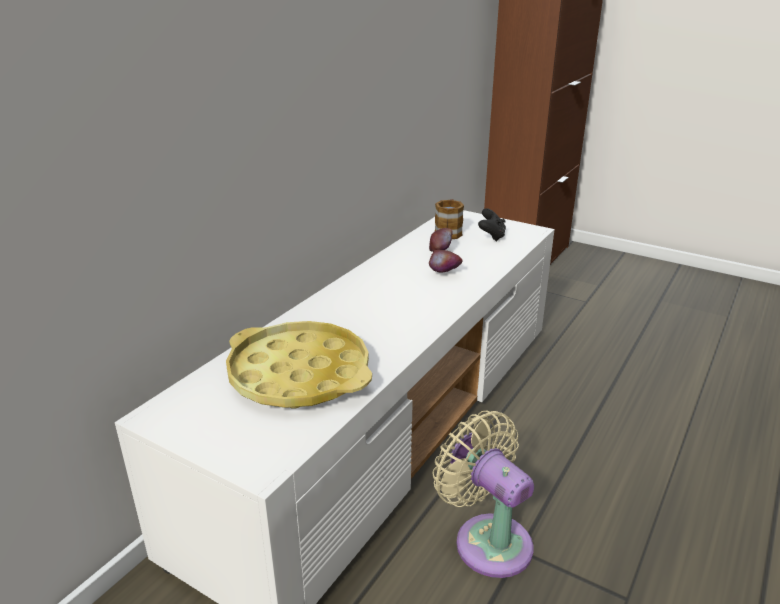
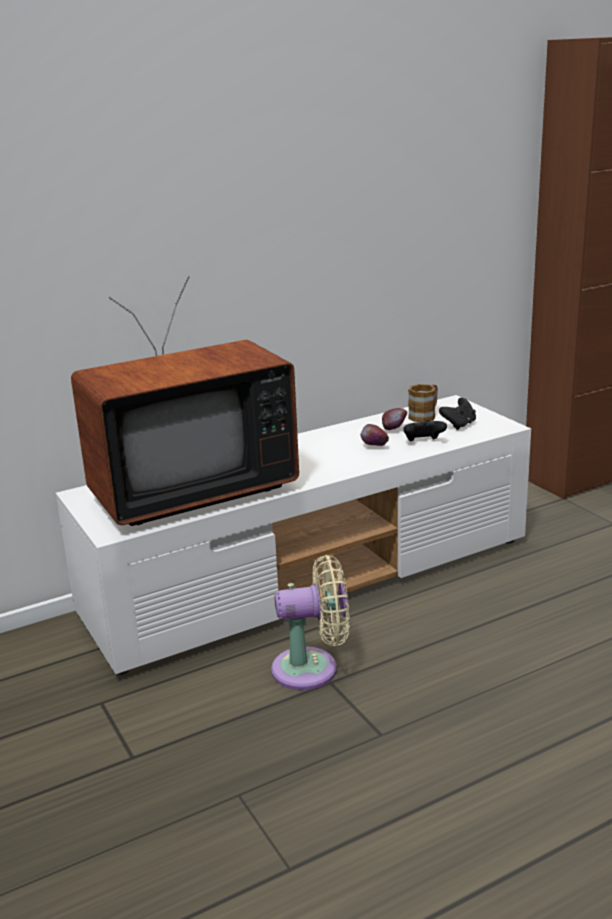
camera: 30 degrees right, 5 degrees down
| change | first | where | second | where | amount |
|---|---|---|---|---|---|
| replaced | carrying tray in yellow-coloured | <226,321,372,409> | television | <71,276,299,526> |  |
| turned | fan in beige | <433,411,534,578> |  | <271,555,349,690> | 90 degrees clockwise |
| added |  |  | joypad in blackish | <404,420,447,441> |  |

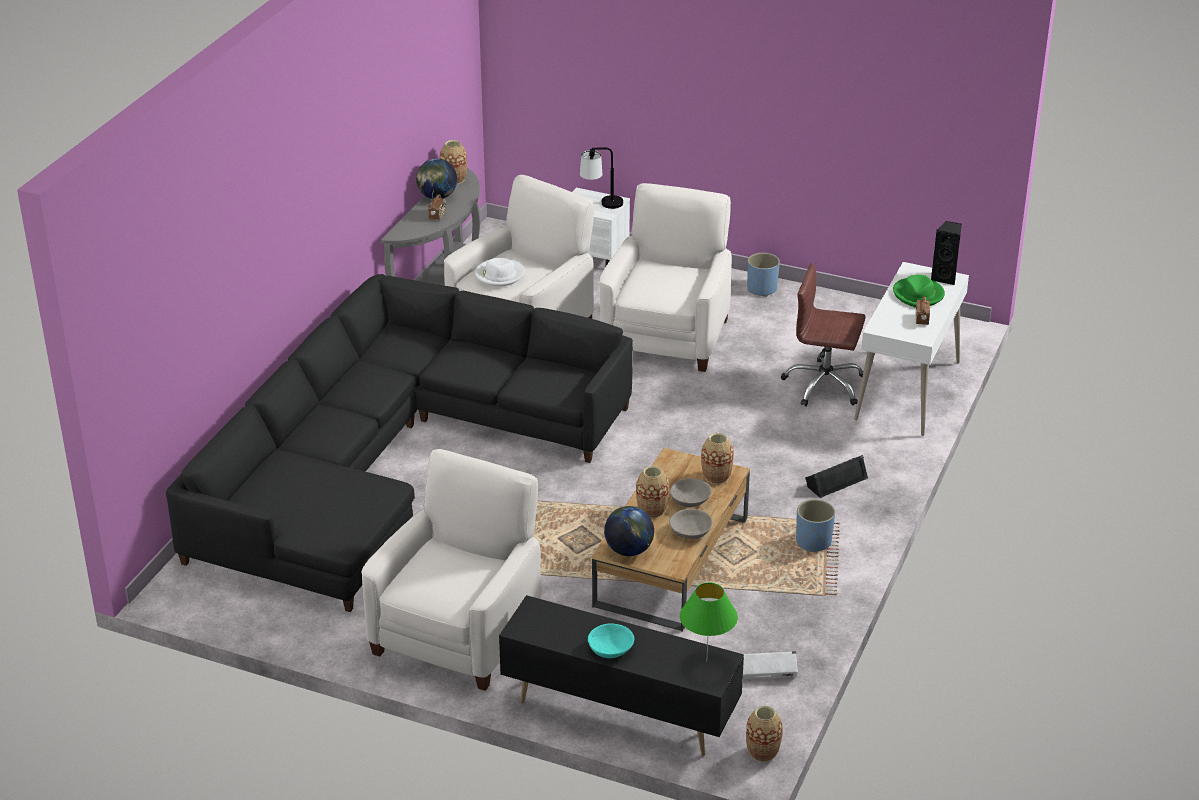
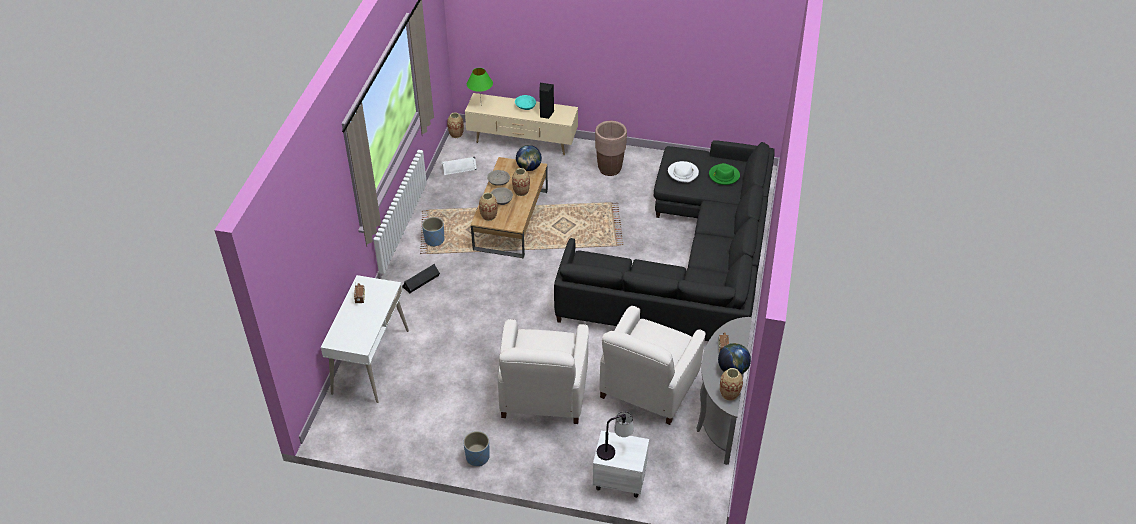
camera: 170 degrees right, 10 degrees up
| change | first | where | second | where | amount |
|---|---|---|---|---|---|
| recoloured | media console in blackish | <499,595,744,756> | media console in beige | <465,93,578,155> |  |
| moved | audio speaker in blackish | <931,221,962,285> |  | <539,83,554,119> |  |
| replaced | easy chair in whitish | <361,449,542,691> | plant pot in brownish | <595,121,627,176> |  |
| moved | wearable hat in whitish | <475,257,525,287> |  | <668,161,699,183> |  |
| moved | wearable hat in green | <893,275,945,308> |  | <709,163,740,185> |  |
| removed | desk chair in brownish | <781,263,866,406> |  |  |  |

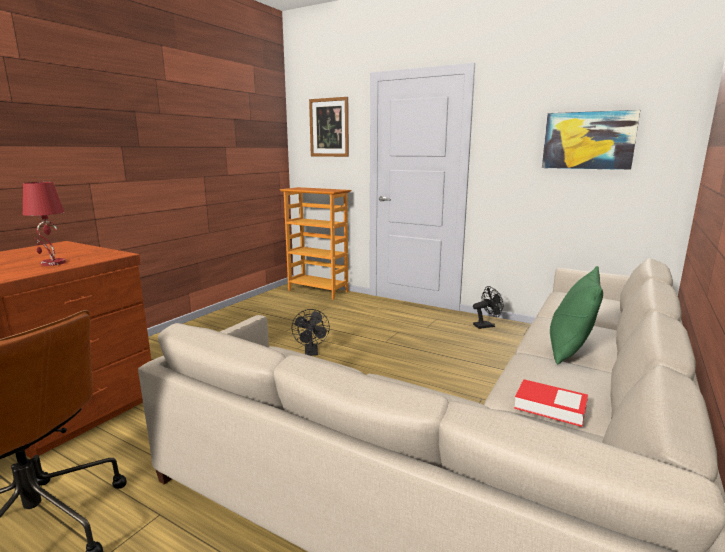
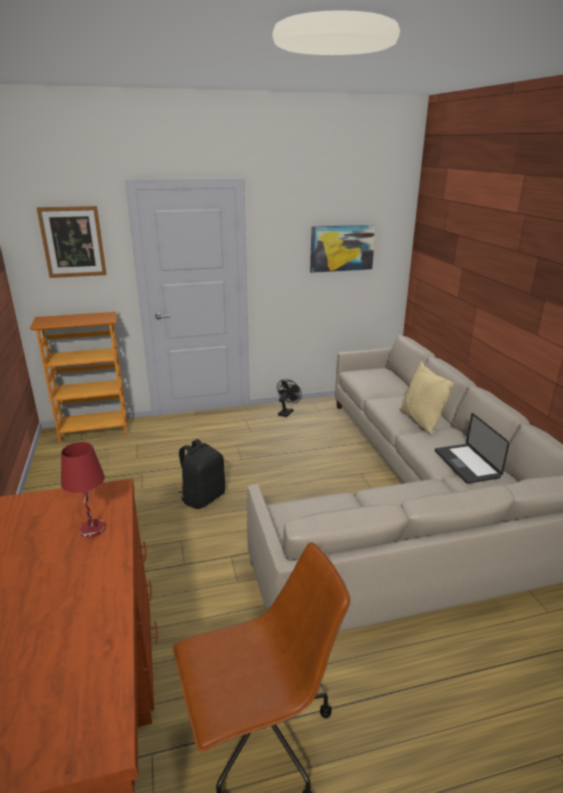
camera: 45 degrees left, 10 degrees up
| change | first | where | second | where | amount |
|---|---|---|---|---|---|
| replaced | fan in blackish | <292,309,330,356> | rucksack in blackish | <179,439,225,509> |  |
| recoloured | pillow in green | <550,266,603,365> | pillow in beige | <399,361,455,435> |  |
| replaced | volume | <514,379,588,427> | laptop | <435,413,510,484> |  |

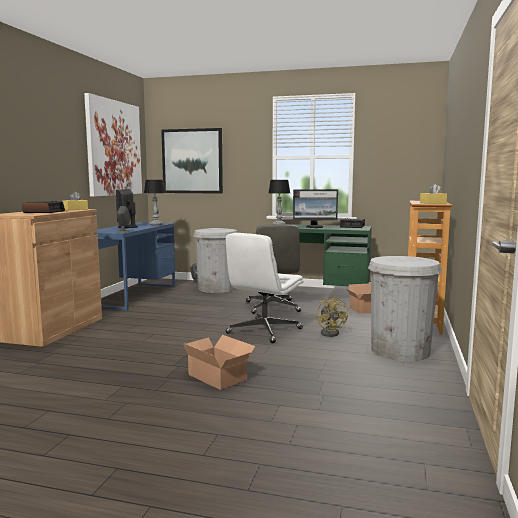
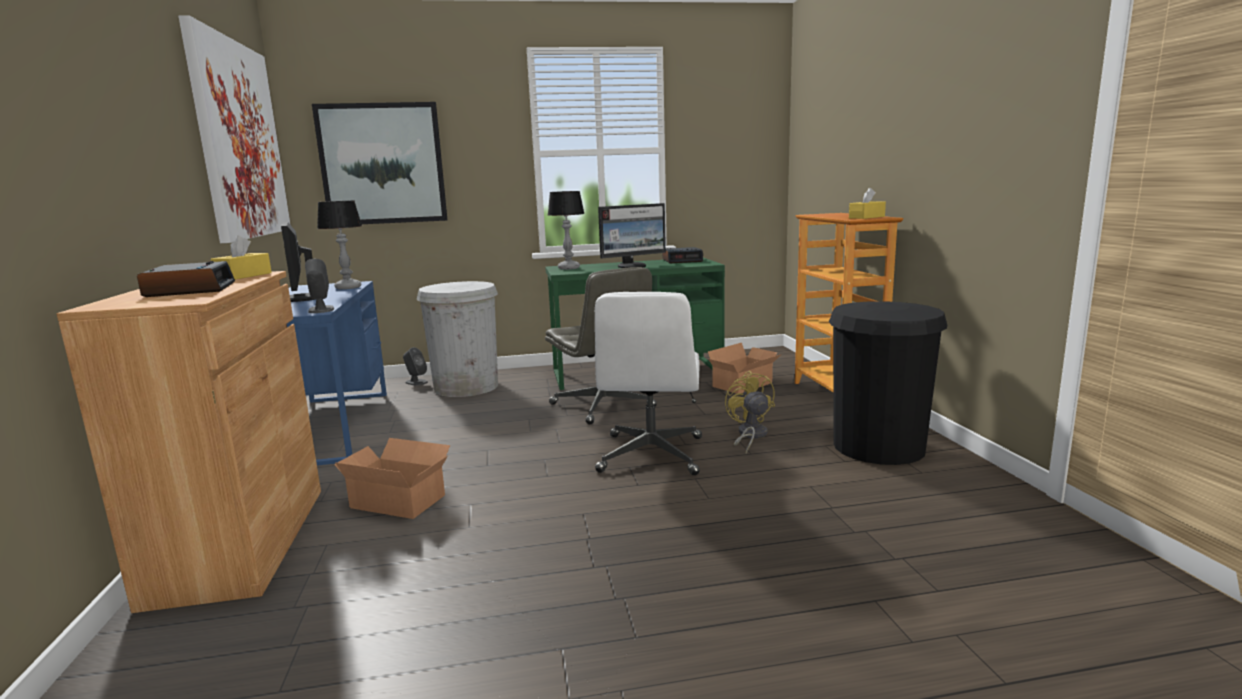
camera: 25 degrees left, 5 degrees up
| change | first | where | second | where | amount |
|---|---|---|---|---|---|
| moved | cardboard box | <183,335,255,390> |  | <334,438,450,519> |  |
| turned | fan in yellow-coloured | <316,296,348,337> |  | <725,371,775,453> | 150 degrees counterclockwise |
| recoloured | rubbish bin in whitish | <368,256,442,361> | rubbish bin in blackish | <829,301,947,465> |  |

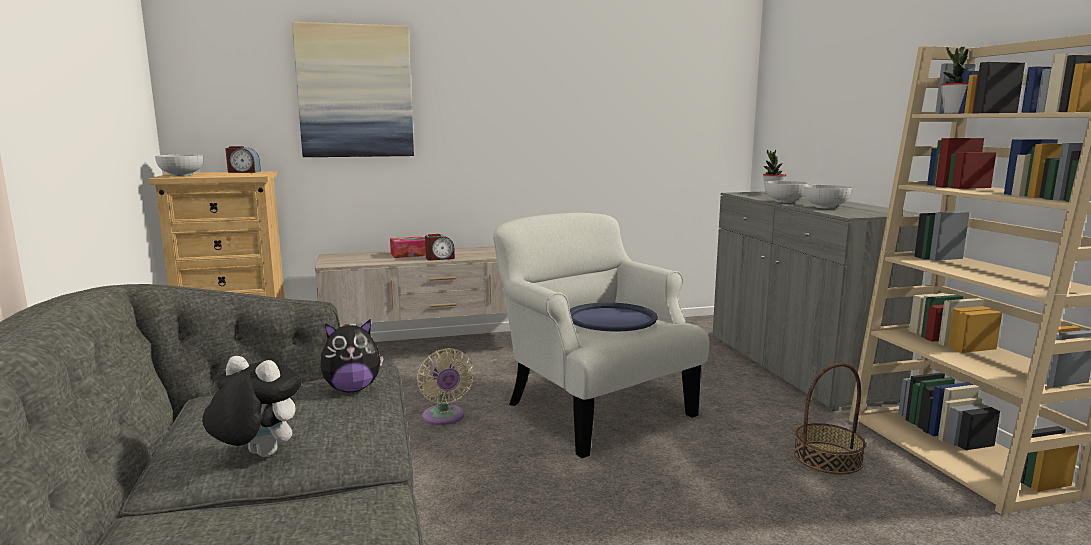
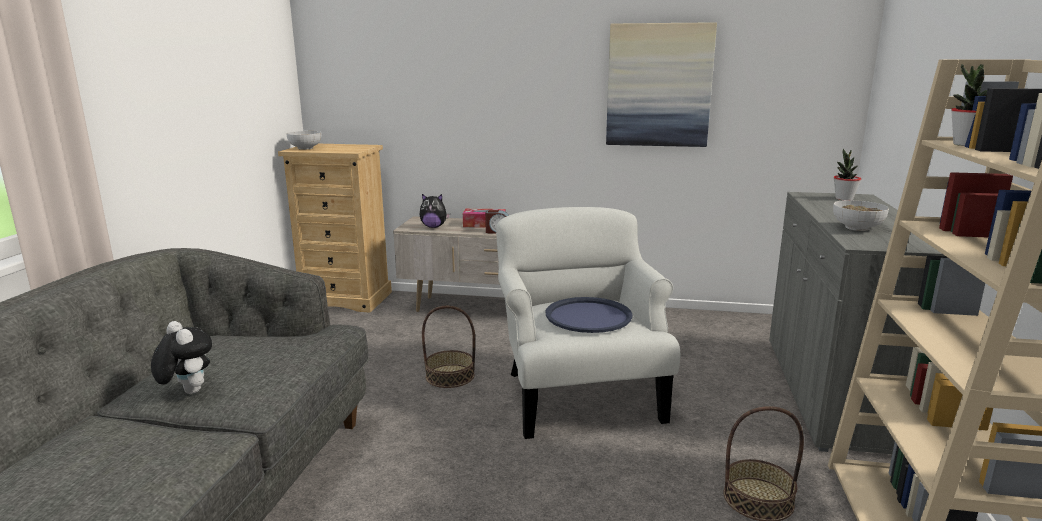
camera: 25 degrees right, 5 degrees up
| change | first | where | second | where | amount |
|---|---|---|---|---|---|
| moved | soft toy | <320,319,383,392> |  | <420,194,450,228> |  |
| replaced | fan in beige | <417,348,475,425> | basket | <422,306,475,388> |  |
| moved | picture | <292,22,414,157> |  | <606,22,717,147> |  |
| removed | table clock | <225,146,261,173> |  |  |  |
| removed | bowl | <765,181,808,203> |  |  |  |

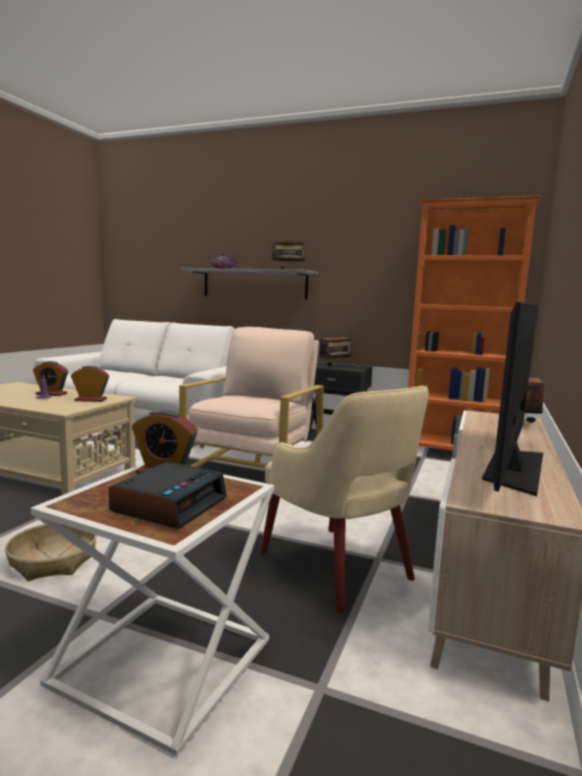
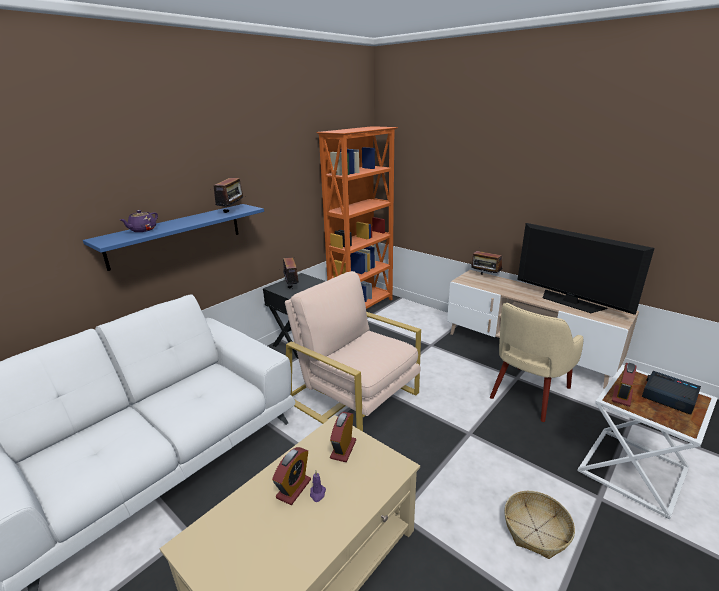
camera: 70 degrees left, 15 degrees up
| change | first | where | second | where | amount |
|---|---|---|---|---|---|
| recoloured | wall shelf in grey | <181,268,318,299> | wall shelf in blue-coloured | <83,204,264,271> |  |
| turned | easy chair in beige | <260,386,429,613> |  | <490,303,583,422> | 150 degrees clockwise |

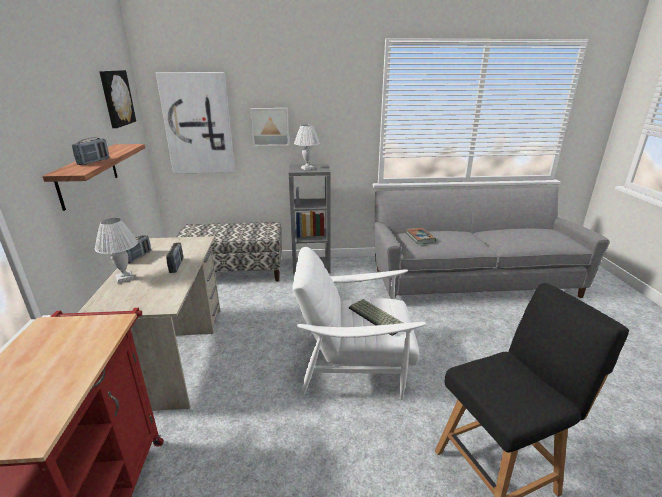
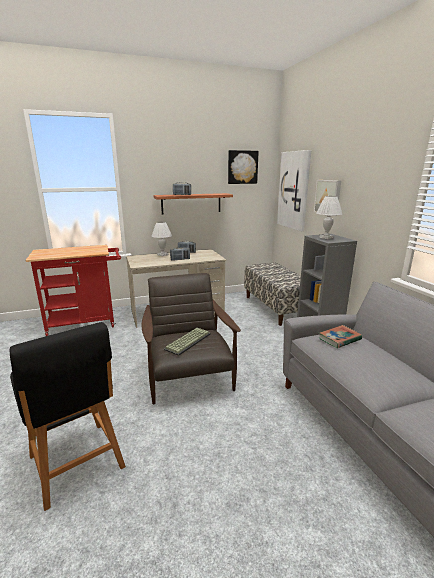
camera: 75 degrees right, 5 degrees down
| change | first | where | second | where | amount |
|---|---|---|---|---|---|
| recoloured | easy chair in whitish | <293,247,426,400> | easy chair in brownish | <142,273,241,405> |  |

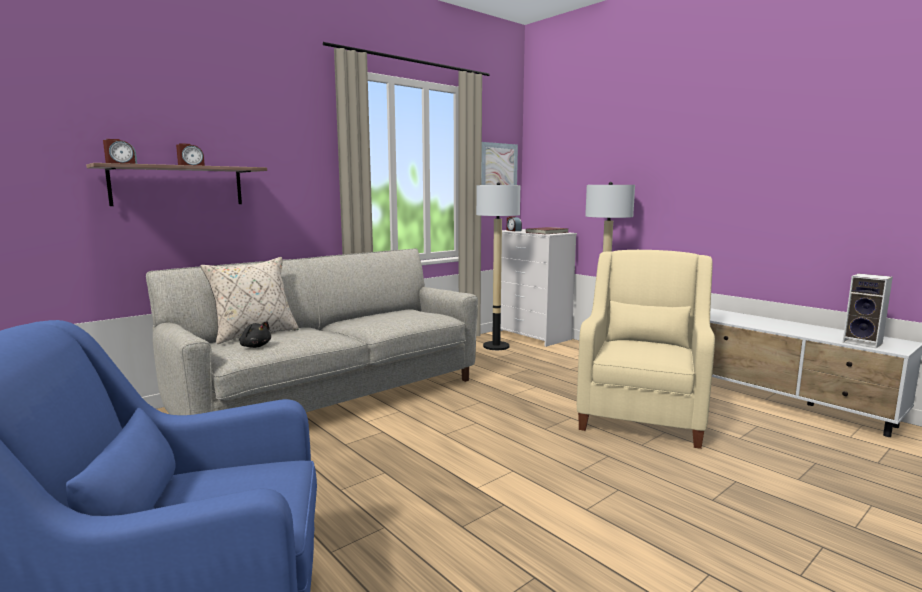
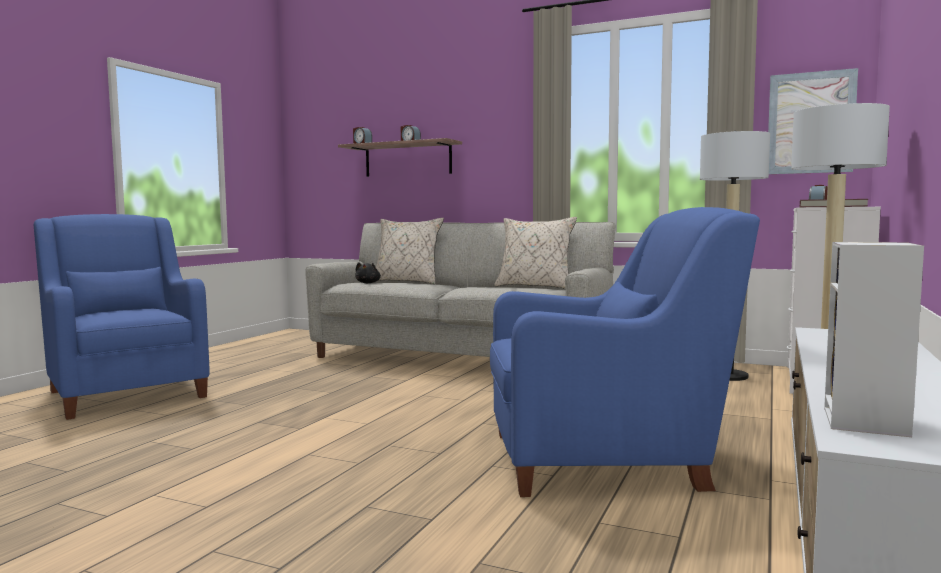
camera: 65 degrees right, 5 degrees down
| change | first | where | second | where | amount |
|---|---|---|---|---|---|
| recoloured | easy chair in beige | <577,250,715,449> | easy chair in blue-coloured | <490,207,760,497> |  |
| added |  |  | pillow in beige | <495,217,577,289> |  |

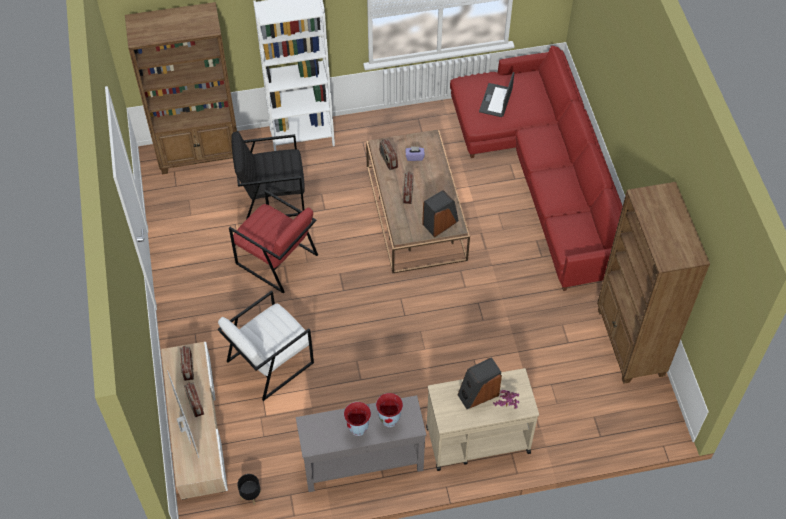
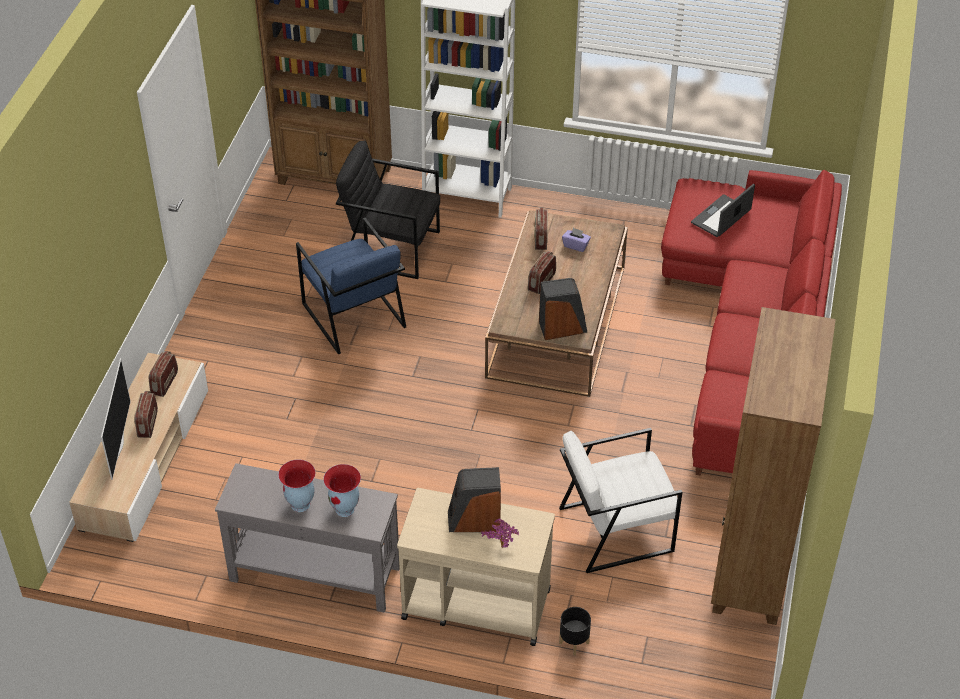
camera: 25 degrees right, 10 degrees down
| change | first | where | second | where | amount |
|---|---|---|---|---|---|
| recoloured | easy chair in red | <229,190,318,294> | easy chair in blue-coloured | <296,218,406,354> |  |
| moved | easy chair in whitish | <218,290,314,401> |  | <559,428,682,573> |  |
| moved | plant pot in blackish | <237,474,261,505> |  | <559,607,591,656> |  |

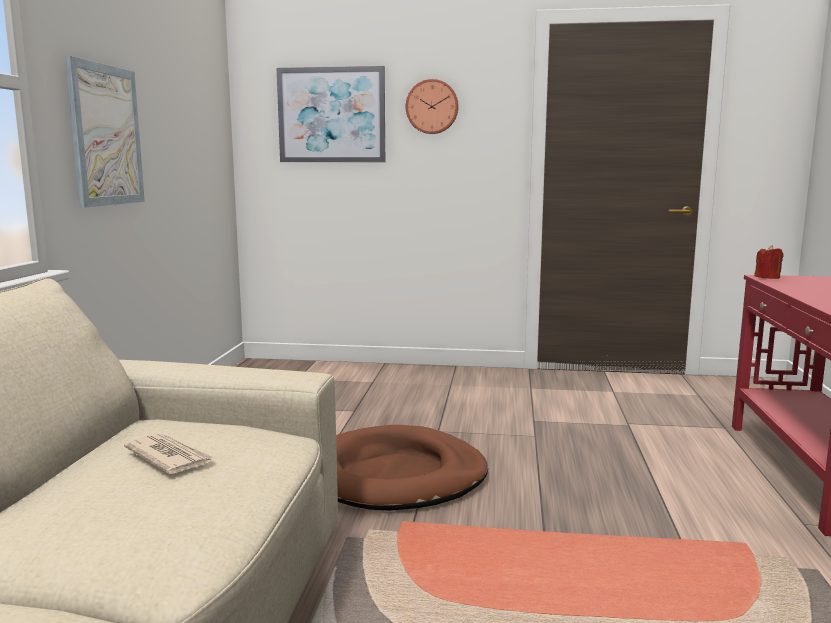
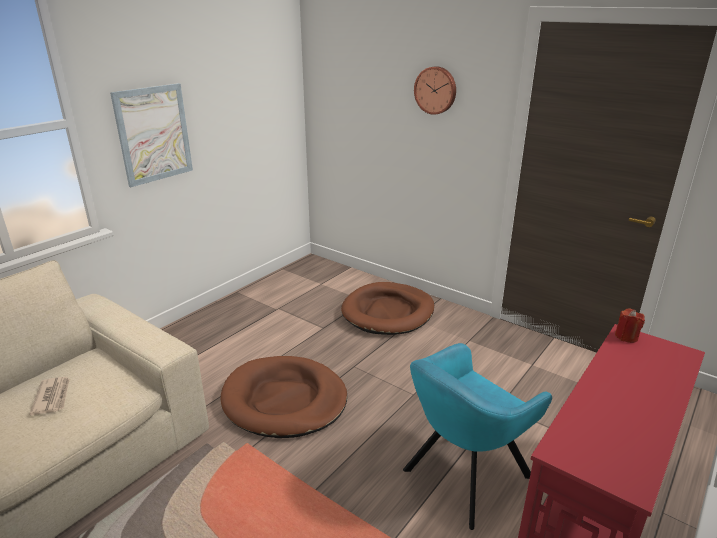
camera: 30 degrees right, 15 degrees up
| change | first | where | second | where | amount |
|---|---|---|---|---|---|
| added |  |  | pet bed in brownish | <341,282,434,335> |  |
| added |  |  | easy chair in turquoise-coloured | <403,343,552,530> |  |
| removed | picture | <276,66,385,162> |  |  |  |

